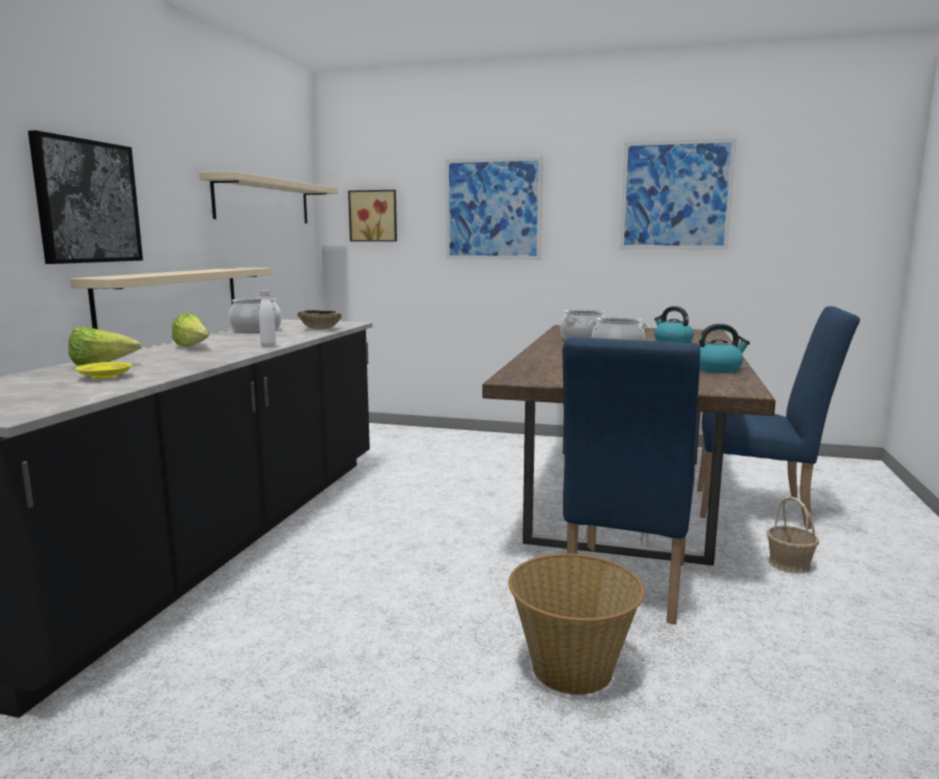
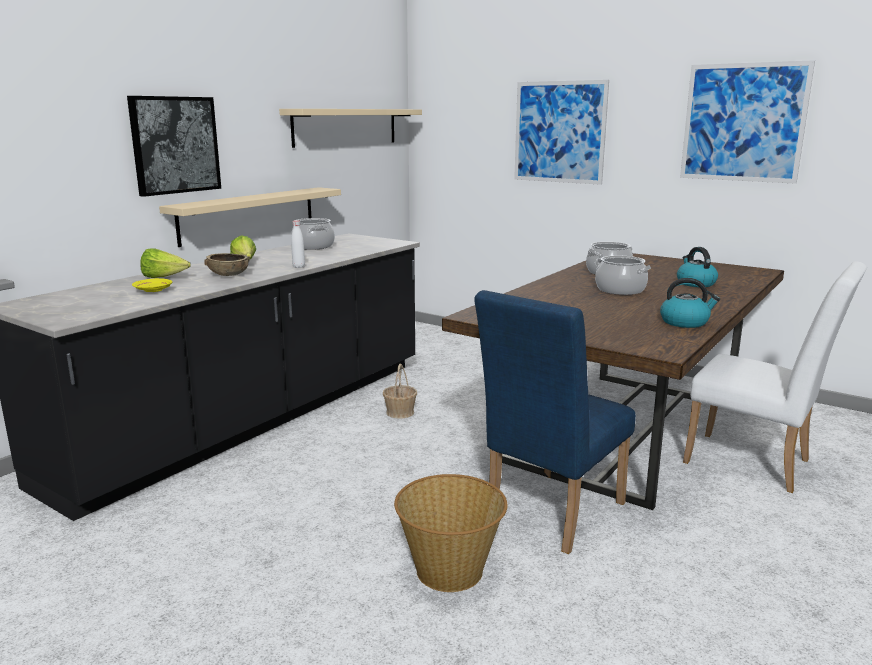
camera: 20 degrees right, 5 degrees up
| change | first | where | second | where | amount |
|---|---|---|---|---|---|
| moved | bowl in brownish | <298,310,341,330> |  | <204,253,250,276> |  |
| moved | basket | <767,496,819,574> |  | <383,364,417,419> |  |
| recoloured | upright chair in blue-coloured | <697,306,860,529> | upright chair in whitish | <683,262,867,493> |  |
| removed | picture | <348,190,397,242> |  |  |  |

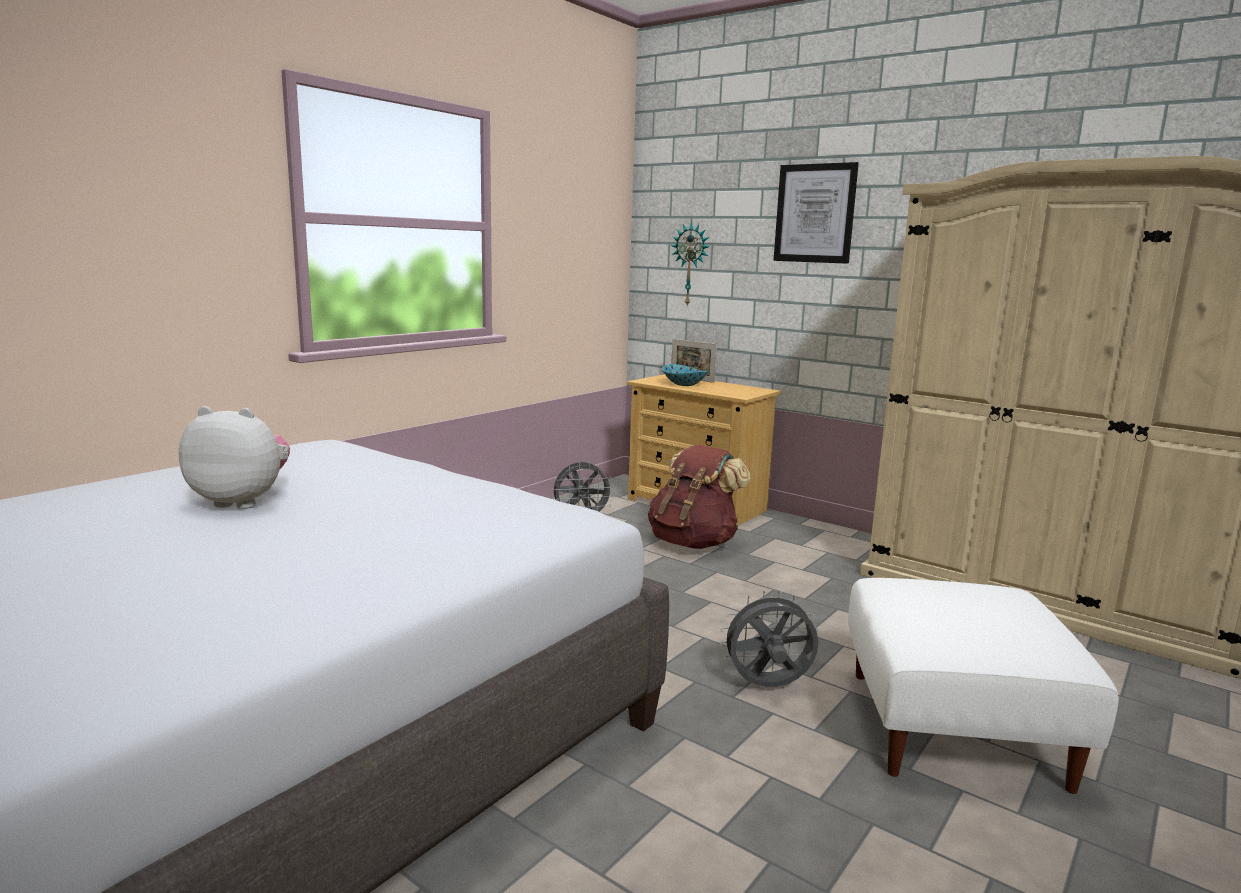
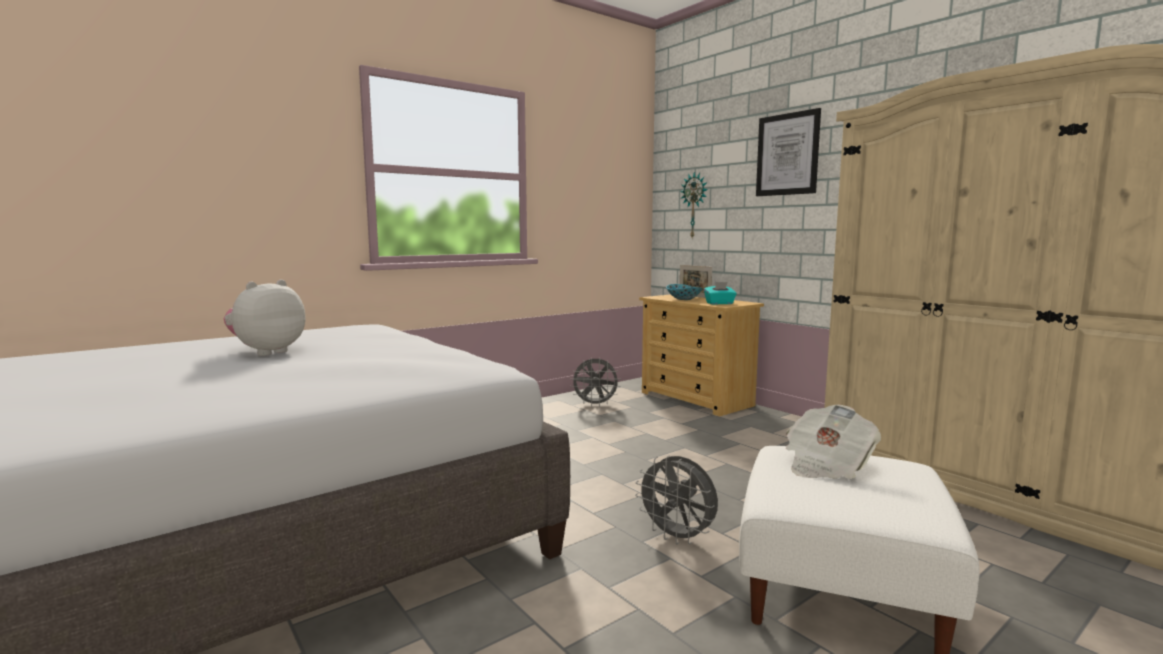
camera: 15 degrees right, 5 degrees down
| change | first | where | second | where | amount |
|---|---|---|---|---|---|
| turned | soft toy | <179,406,290,509> |  | <224,280,306,356> | 75 degrees counterclockwise |
| turned | fan in grey | <720,590,819,687> |  | <635,455,718,545> | 150 degrees counterclockwise |
| added |  |  | tissue holder in turquoise-coloured | <704,282,737,305> |  |
| added |  |  | daily paper | <786,405,881,479> |  |
| removed | rucksack in brownish | <648,445,751,549> |  |  |  |

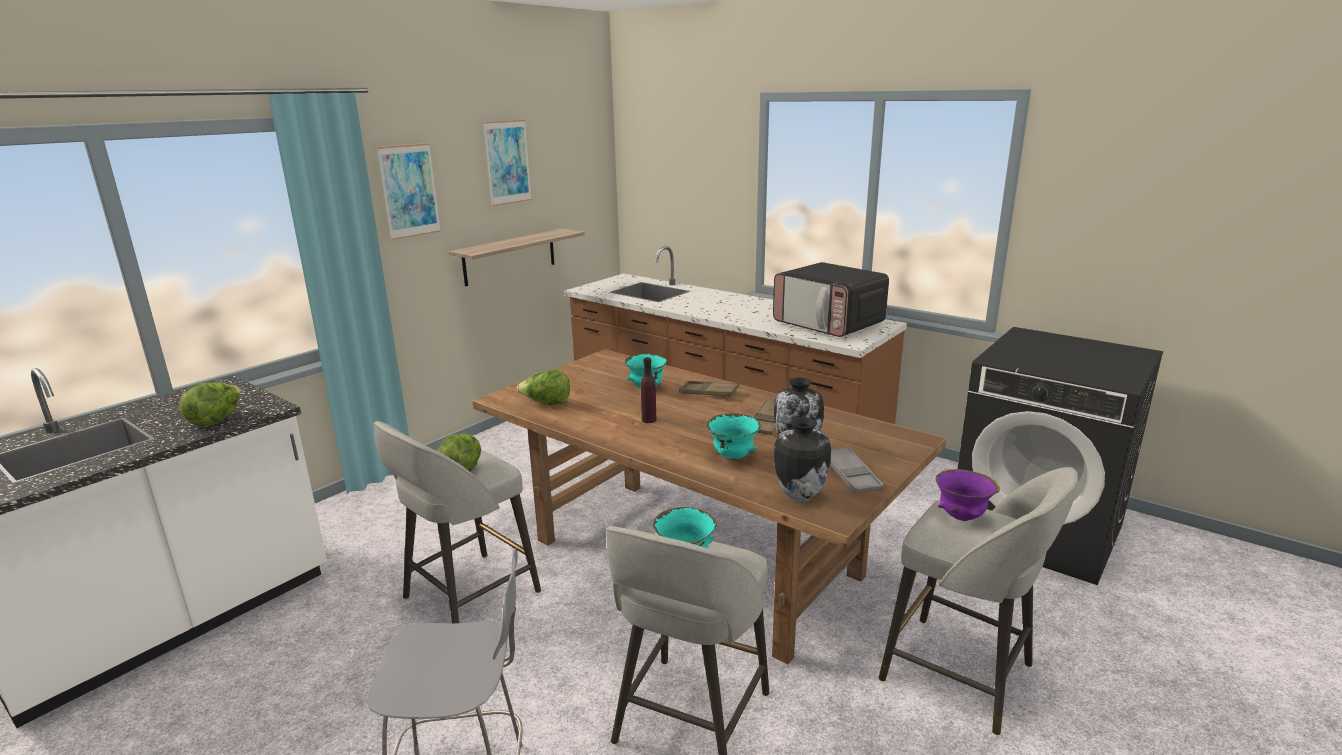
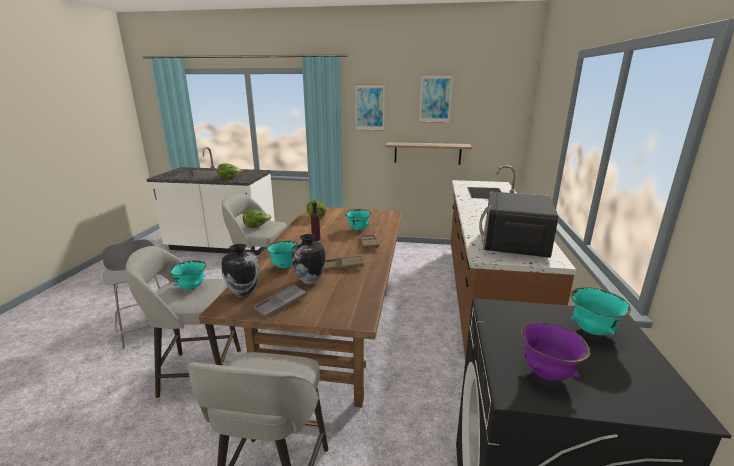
camera: 60 degrees right, 0 degrees up
| change | first | where | second | where | amount |
|---|---|---|---|---|---|
| moved | bowl in purple | <936,469,1000,521> |  | <520,322,590,381> |  |
| added |  |  | bowl in turquoise-coloured | <571,287,631,335> |  |

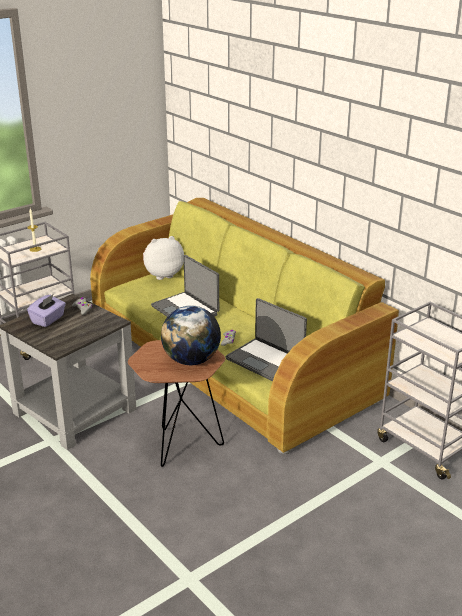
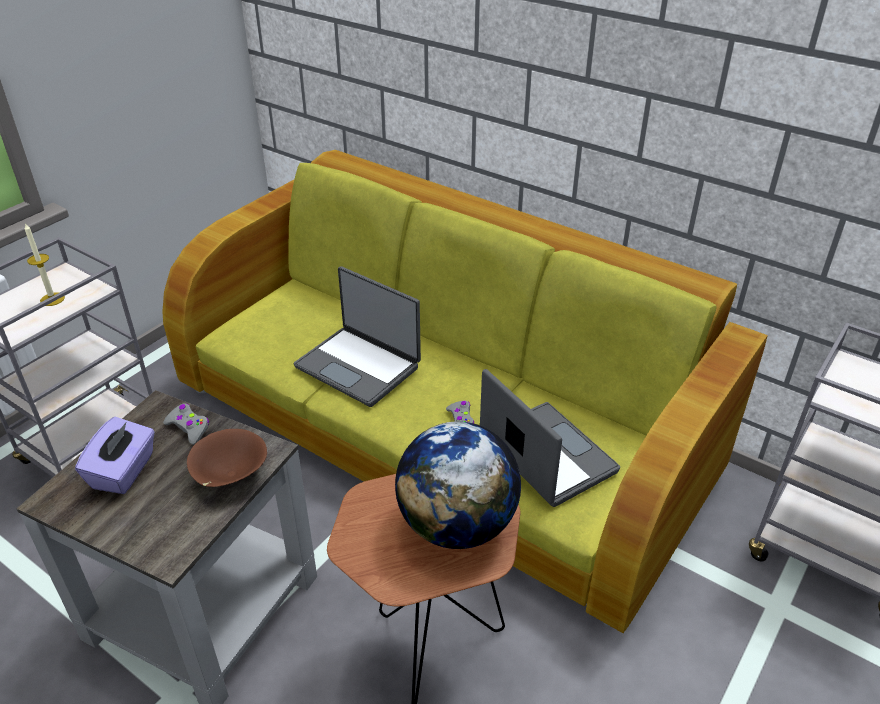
camera: 15 degrees left, 10 degrees up
| change | first | where | second | where | amount |
|---|---|---|---|---|---|
| added |  |  | bowl in brownish | <187,429,267,487> |  |
| turned | laptop | <225,298,307,381> |  | <480,369,620,507> | 150 degrees counterclockwise |
| removed | soft toy | <143,236,184,280> |  |  |  |

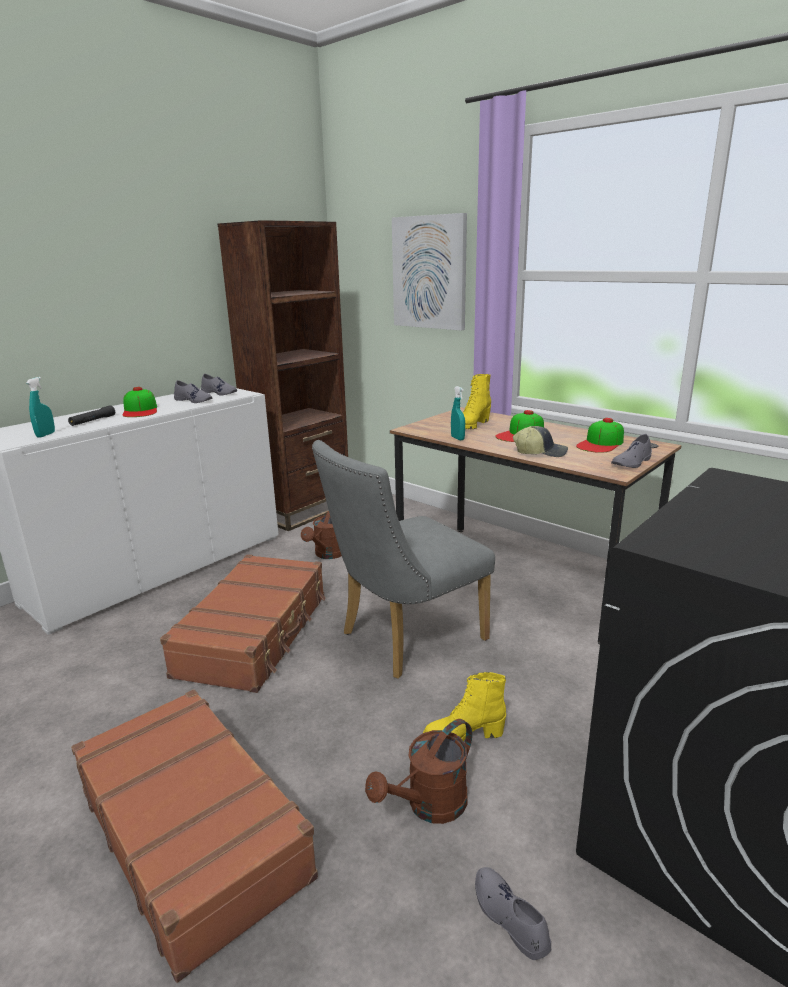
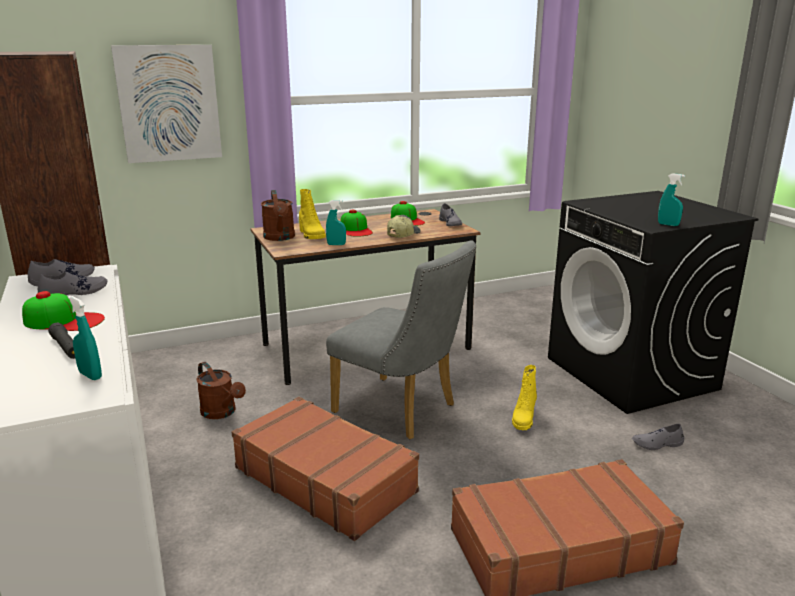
camera: 65 degrees left, 0 degrees up
| change | first | where | second | where | amount |
|---|---|---|---|---|---|
| moved | watering can in brownish | <365,719,472,824> |  | <261,190,295,241> |  |
| turned | upright chair in grey | <312,440,495,679> |  | <326,240,476,439> | 45 degrees counterclockwise |
| added |  |  | spray bottle in turquoise-coloured | <658,173,685,226> |  |

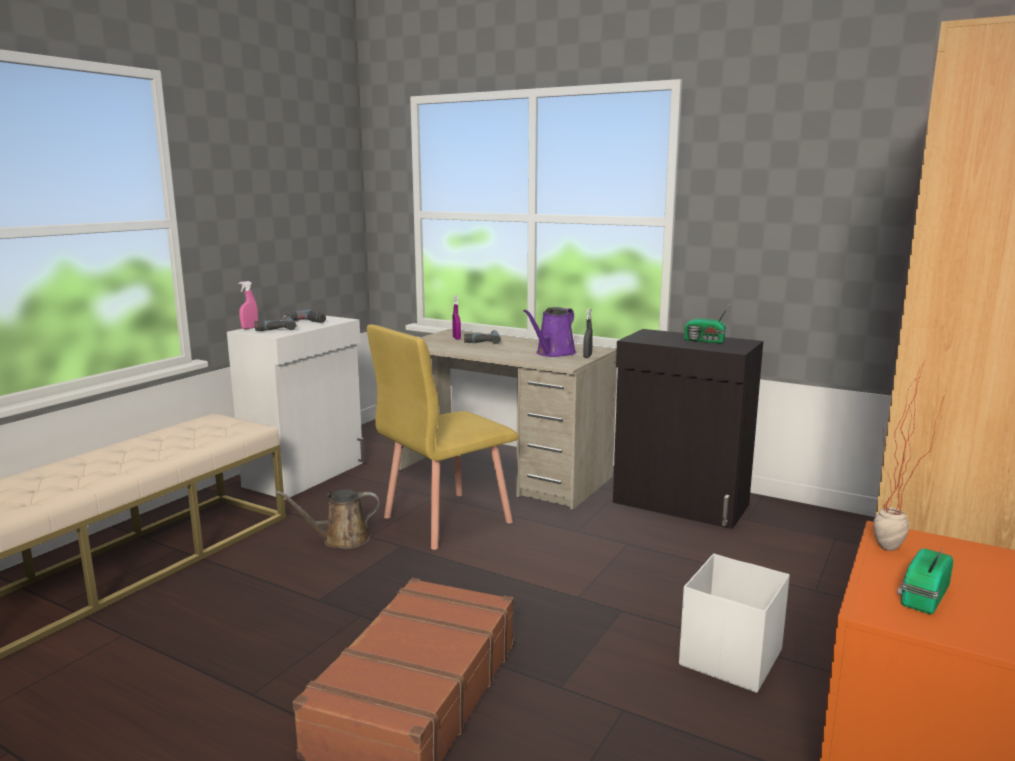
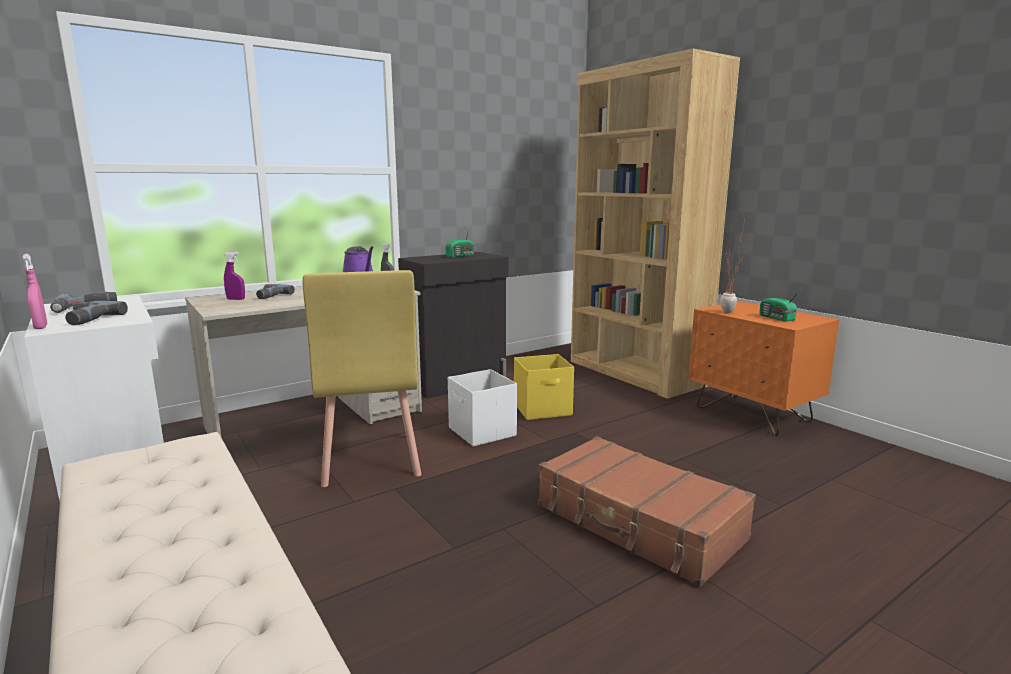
camera: 65 degrees left, 0 degrees up
| change | first | where | second | where | amount |
|---|---|---|---|---|---|
| moved | storage container in whitish | <679,554,790,693> |  | <448,369,517,447> |  |
| added |  |  | storage container in yellow-coloured | <514,354,574,420> |  |
| removed | watering can in brownish | <276,489,379,549> |  |  |  |

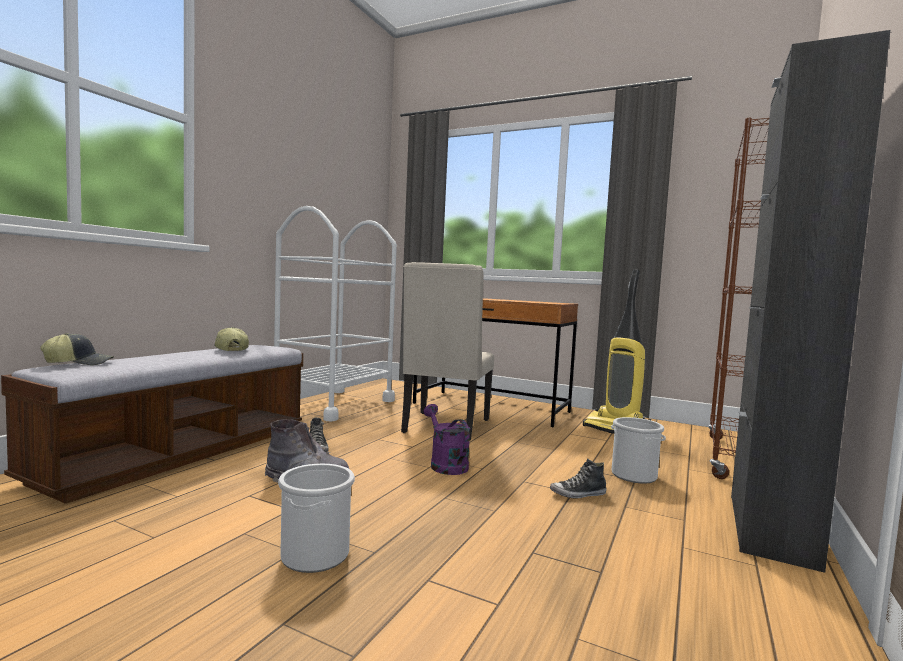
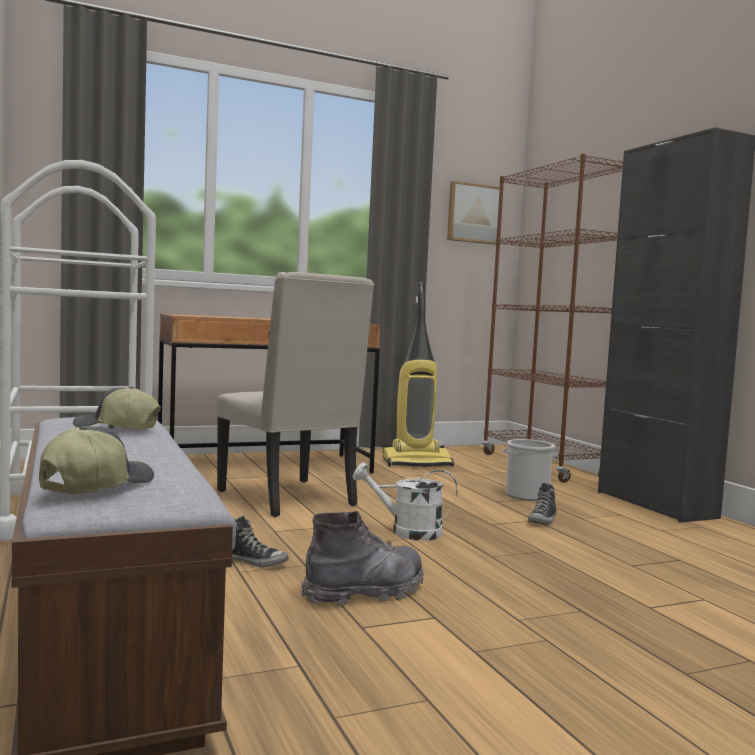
camera: 50 degrees left, 0 degrees up
| change | first | where | second | where | amount |
|---|---|---|---|---|---|
| recoloured | watering can in purple | <423,404,470,475> | watering can in whitish | <353,463,457,540> |  |
| added |  |  | picture | <447,181,500,245> |  |
| removed | bucket | <278,464,355,573> |  |  |  |

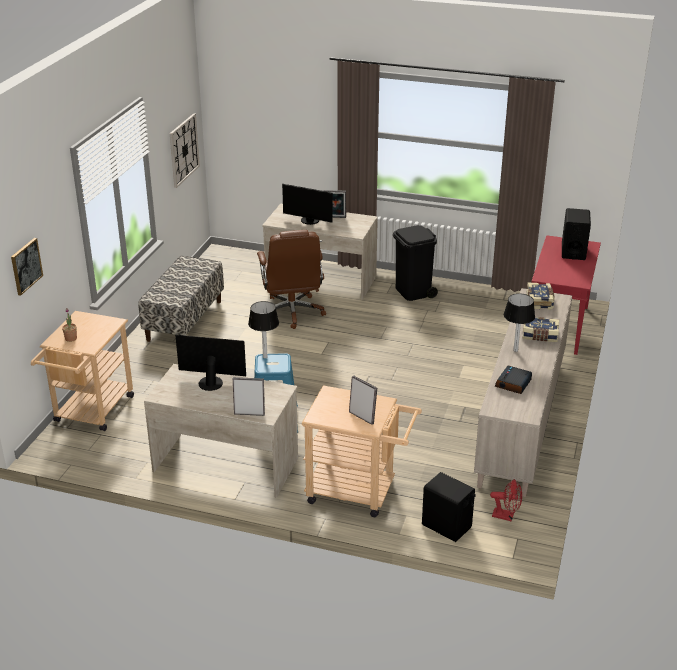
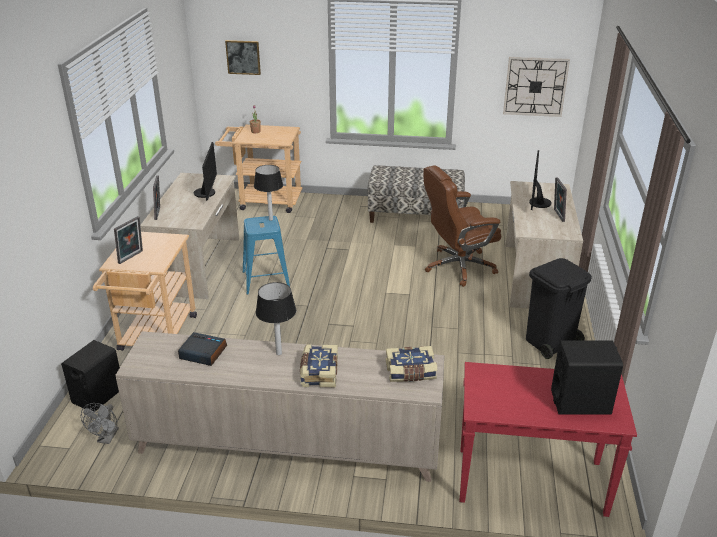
camera: 80 degrees right, 0 degrees up
| change | first | where | second | where | amount |
|---|---|---|---|---|---|
| recoloured | fan in red | <490,479,522,521> | fan in grey | <81,403,119,444> |  |

